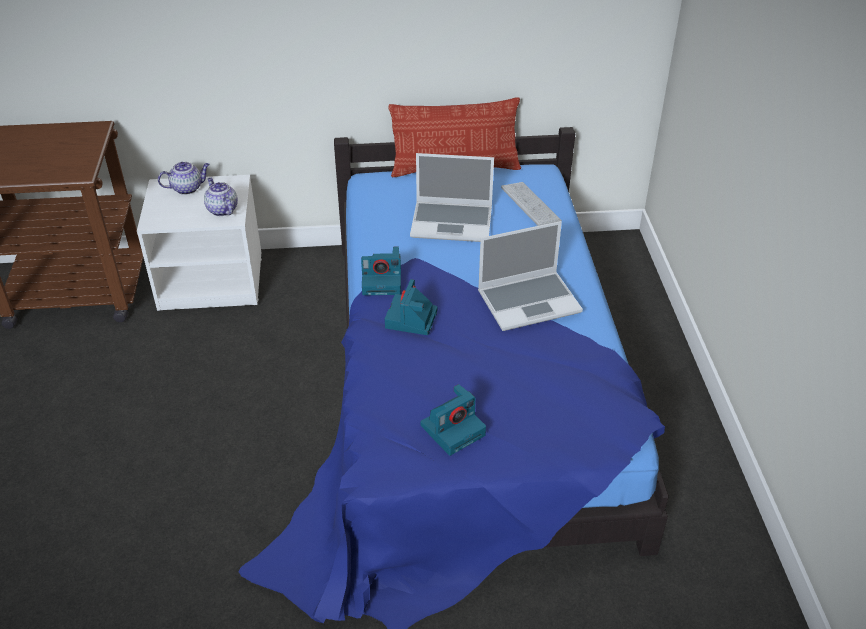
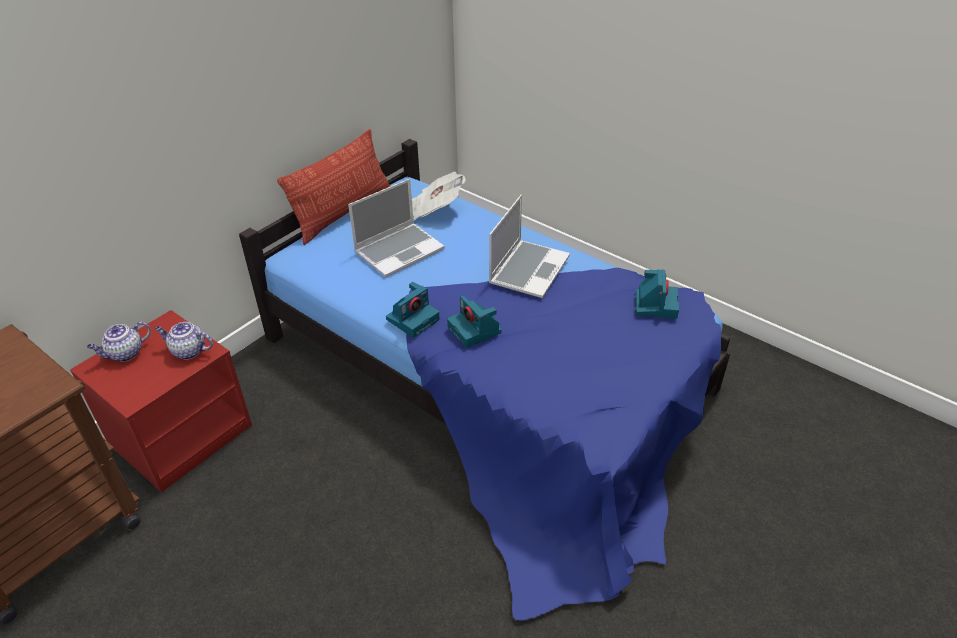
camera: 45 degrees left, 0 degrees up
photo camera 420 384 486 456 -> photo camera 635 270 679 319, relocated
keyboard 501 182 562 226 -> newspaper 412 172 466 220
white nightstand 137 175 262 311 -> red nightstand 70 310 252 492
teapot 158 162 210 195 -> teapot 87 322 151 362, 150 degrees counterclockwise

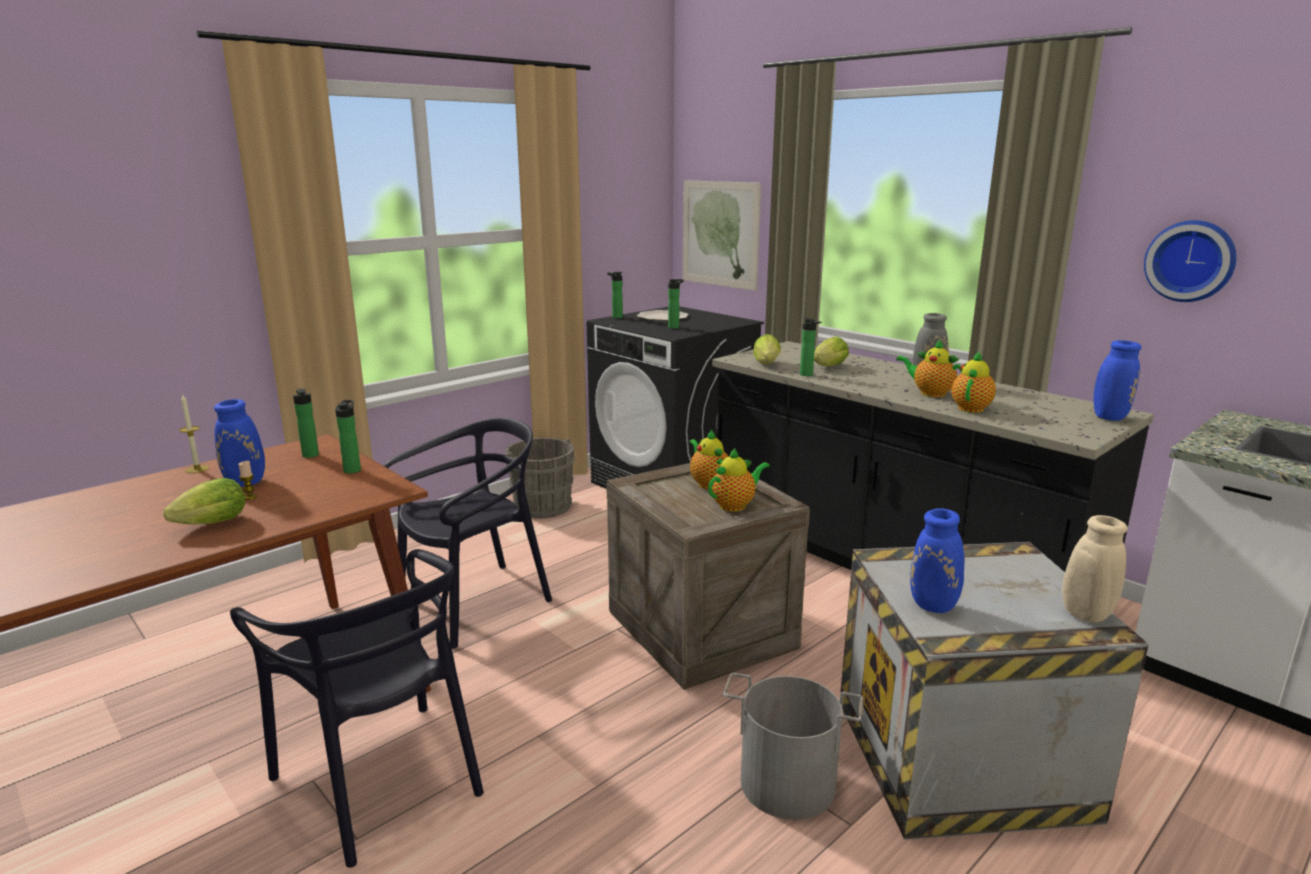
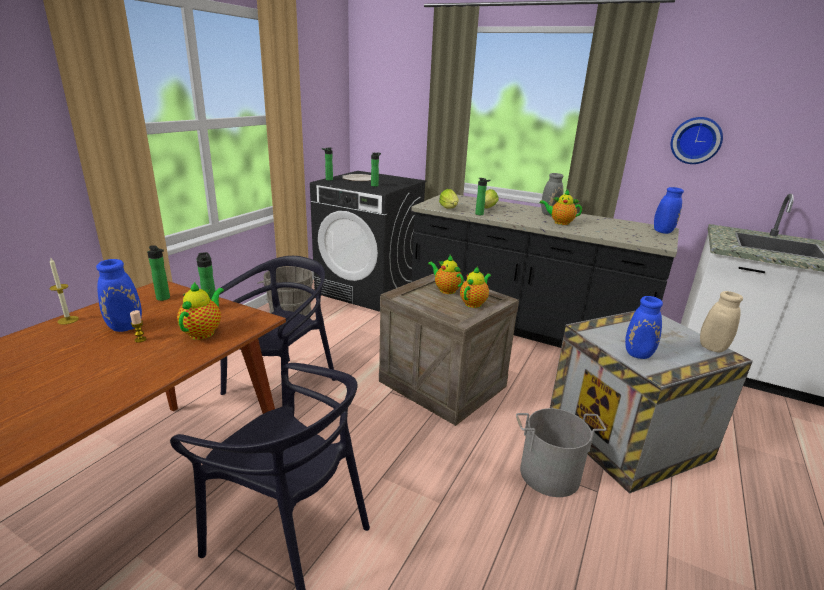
camera: 20 degrees left, 5 degrees up
lettuce 163 478 245 525 -> none
picture 683 180 761 291 -> none
teapot 952 351 996 413 -> teapot 177 282 224 340, relocated

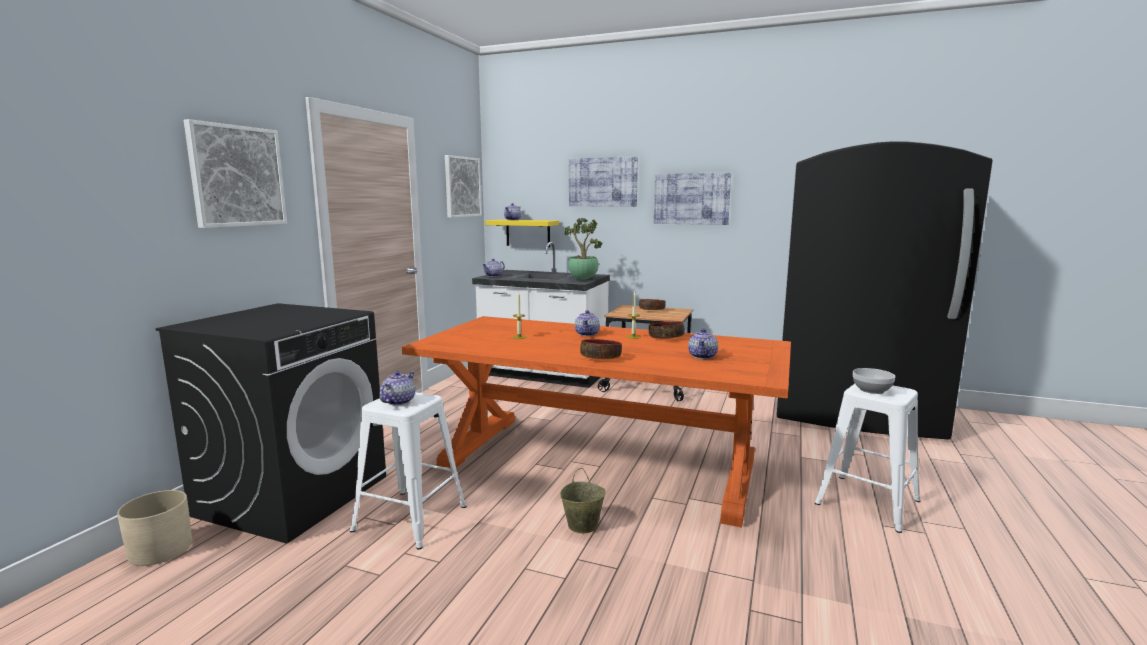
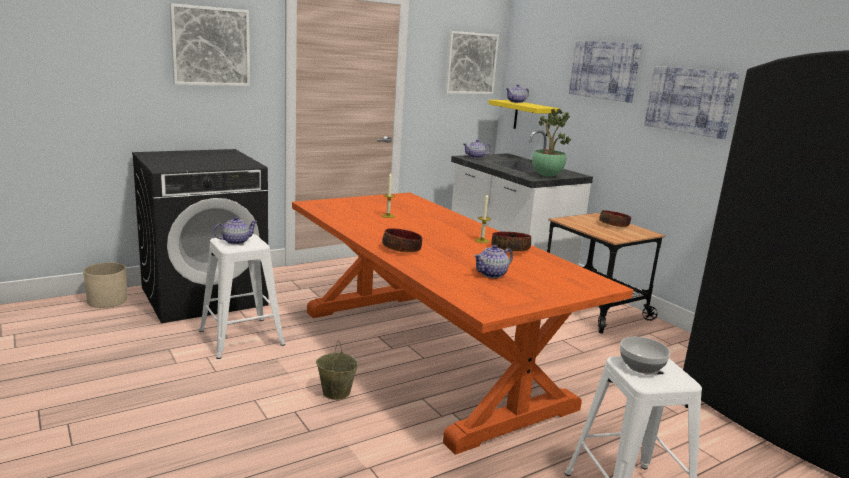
camera: 35 degrees right, 5 degrees up
teapot 575 310 600 336 -> none

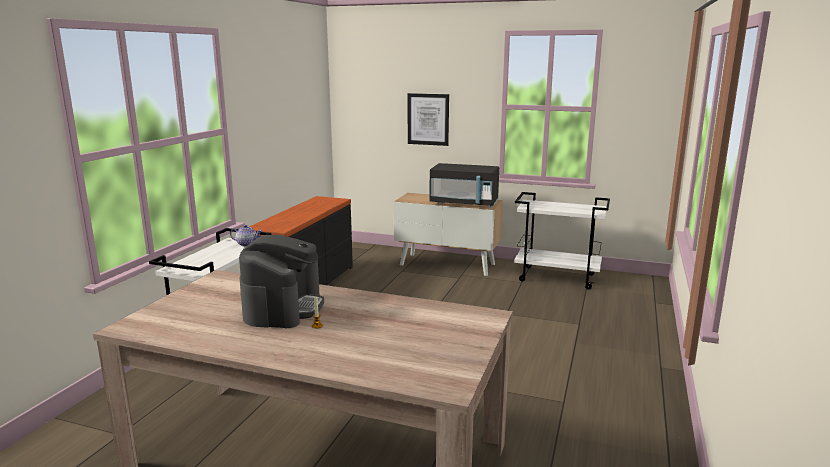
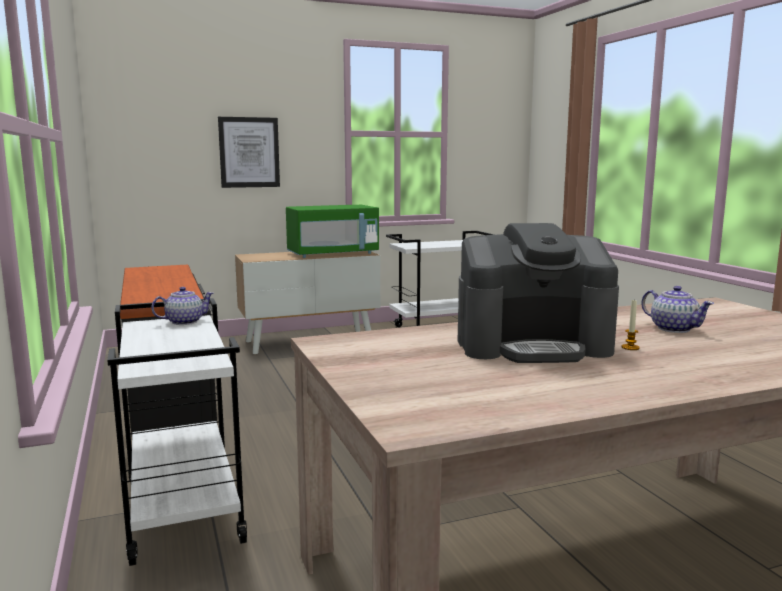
camera: 40 degrees left, 5 degrees down
none -> teapot 641 286 714 333
black microwave 429 163 499 207 -> green microwave 286 205 379 258
coffee machine 239 235 324 328 -> coffee machine 458 223 619 363, 120 degrees clockwise

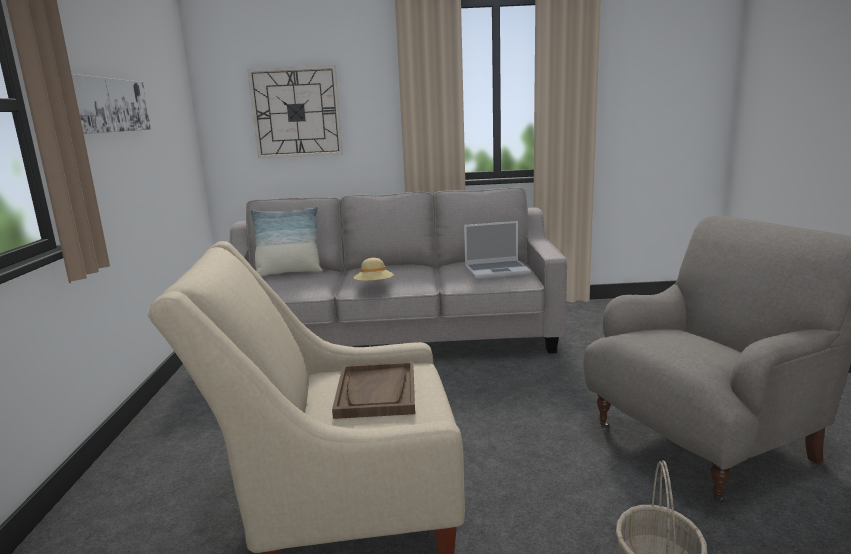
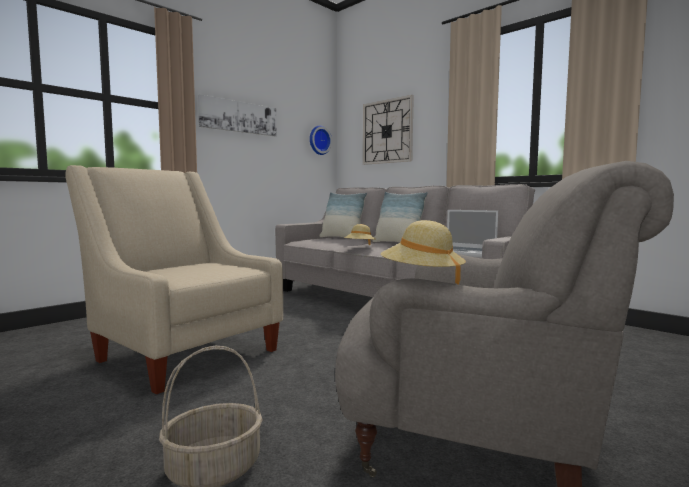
camera: 45 degrees right, 10 degrees down
brown tray 332 361 415 419 -> none
none -> wall clock 310 125 332 155
none -> pillow 373 192 428 242
none -> beige hat 381 220 466 284

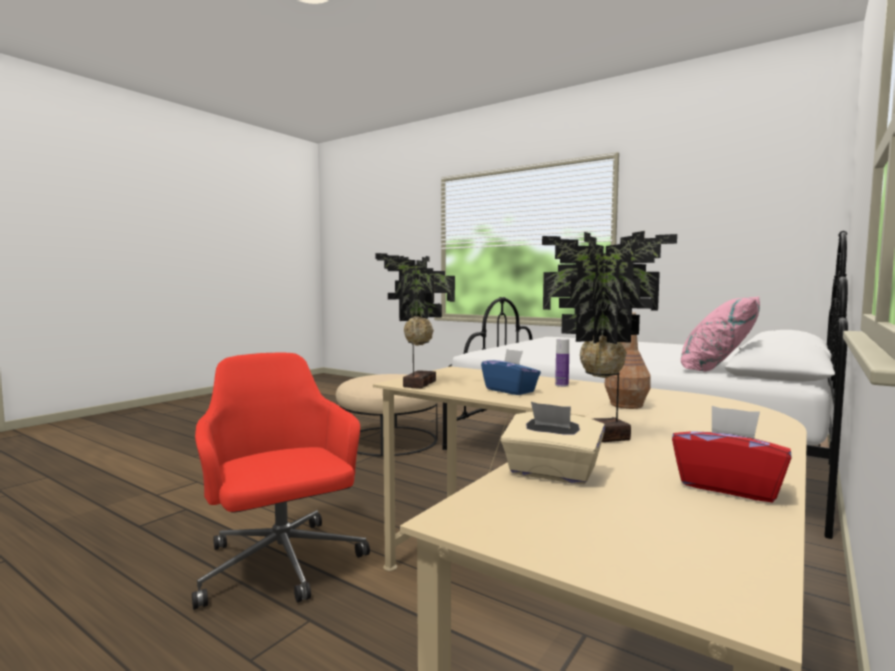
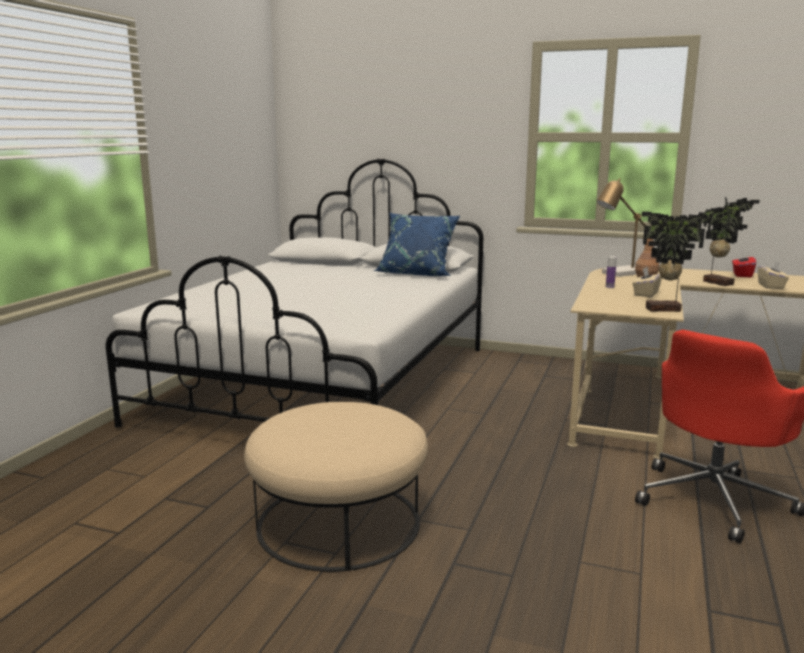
camera: 105 degrees left, 10 degrees up
none -> table lamp 597 178 646 277
blue tissue box 481 349 541 395 -> beige tissue box 632 267 662 297
pink pillow 681 296 760 372 -> blue pillow 374 213 460 276

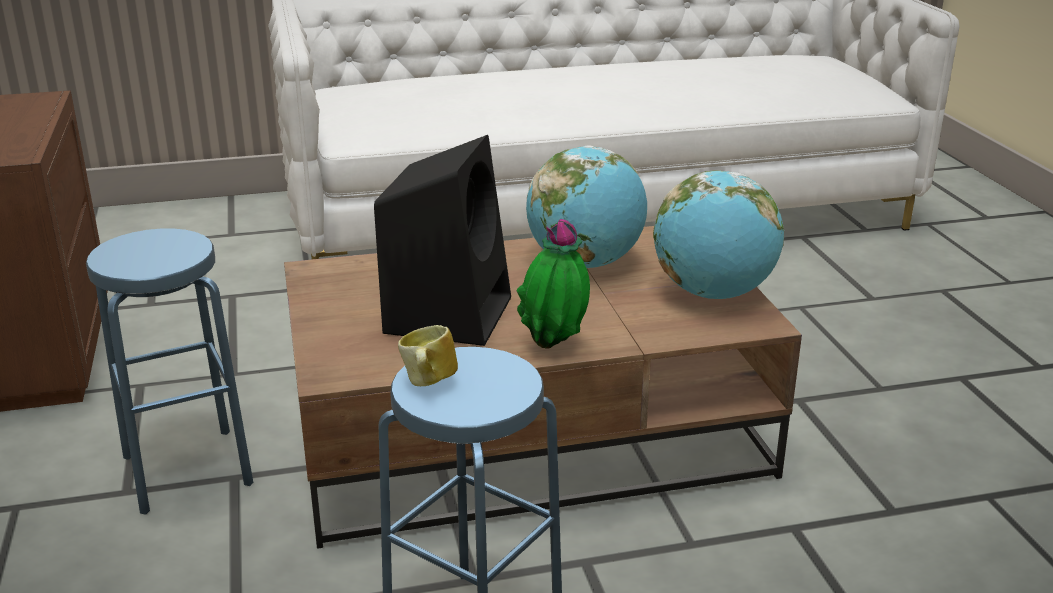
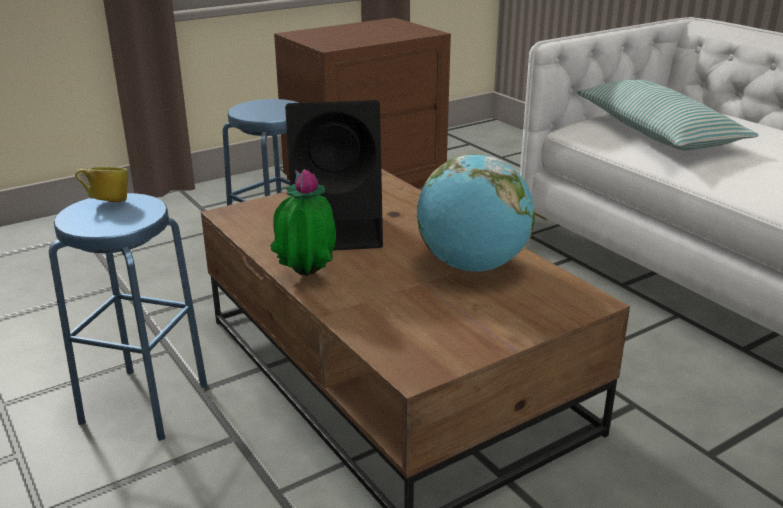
camera: 70 degrees right, 0 degrees up
globe 653 170 784 299 -> none
none -> pillow 577 79 758 151

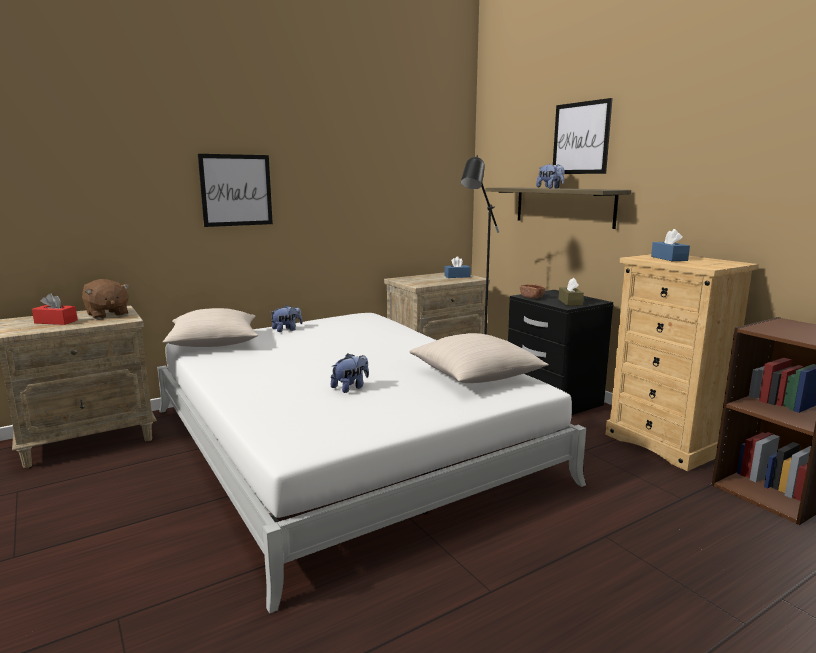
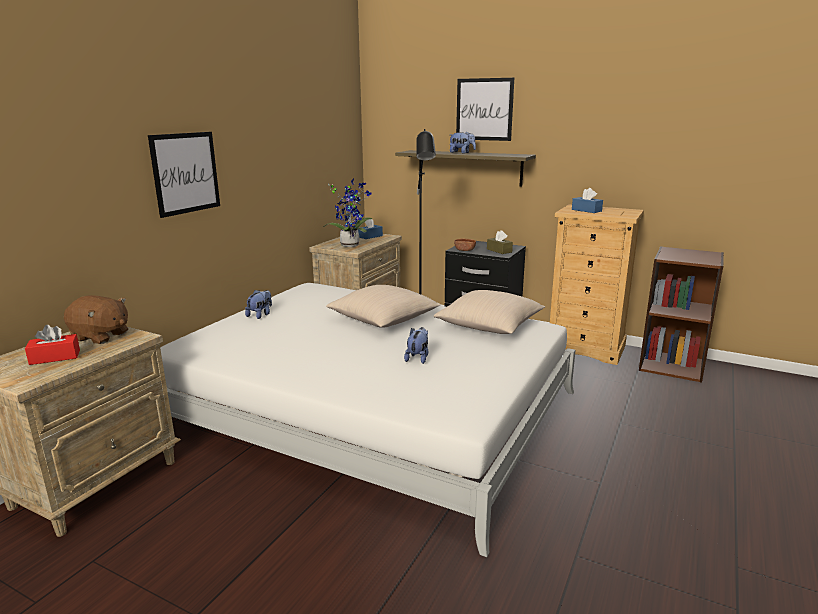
camera: 30 degrees left, 5 degrees up
none -> potted plant 323 179 372 247
beige pillow 163 308 258 347 -> beige pillow 326 285 441 328, relocated

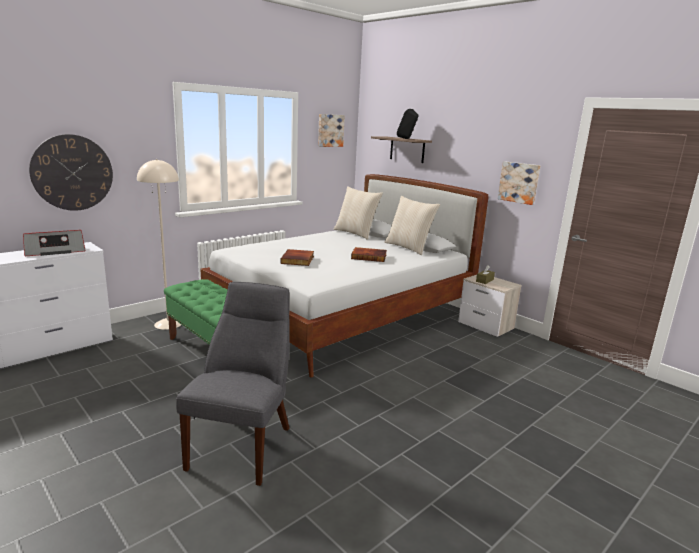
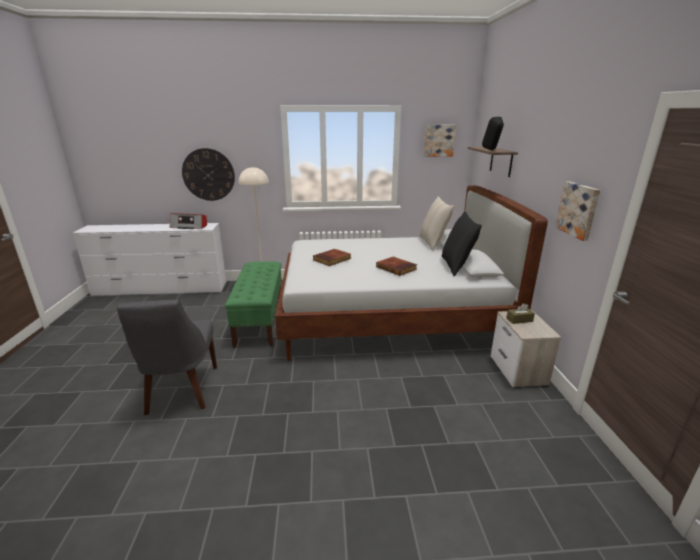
camera: 40 degrees right, 5 degrees up
beige pillow 384 196 440 255 -> black pillow 441 211 482 277
grey chair 176 282 290 486 -> grey chair 117 300 217 415, 120 degrees clockwise

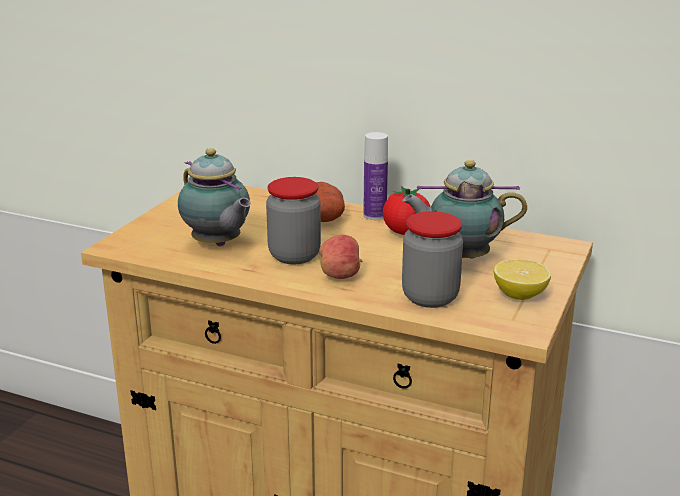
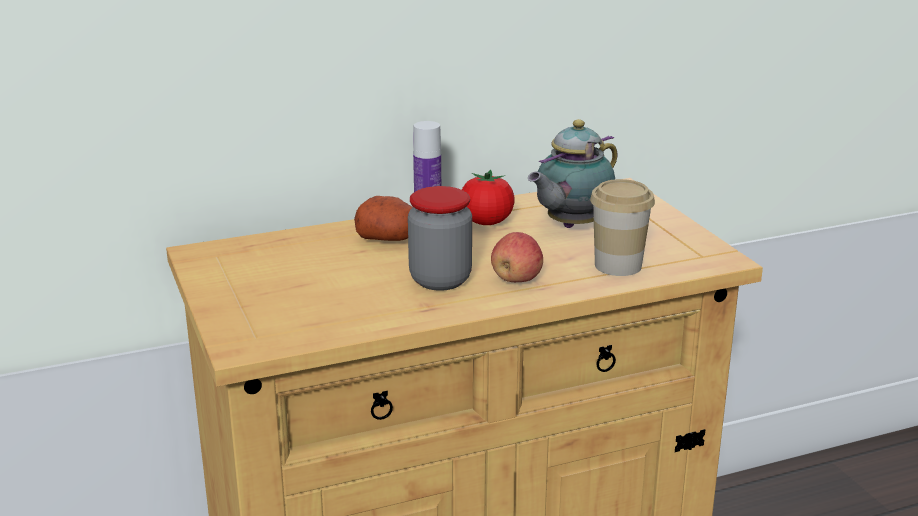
camera: 45 degrees left, 0 degrees up
teapot 178 148 251 246 -> none
lemon 494 259 551 300 -> none
jar 402 211 463 308 -> cup 590 179 655 276

